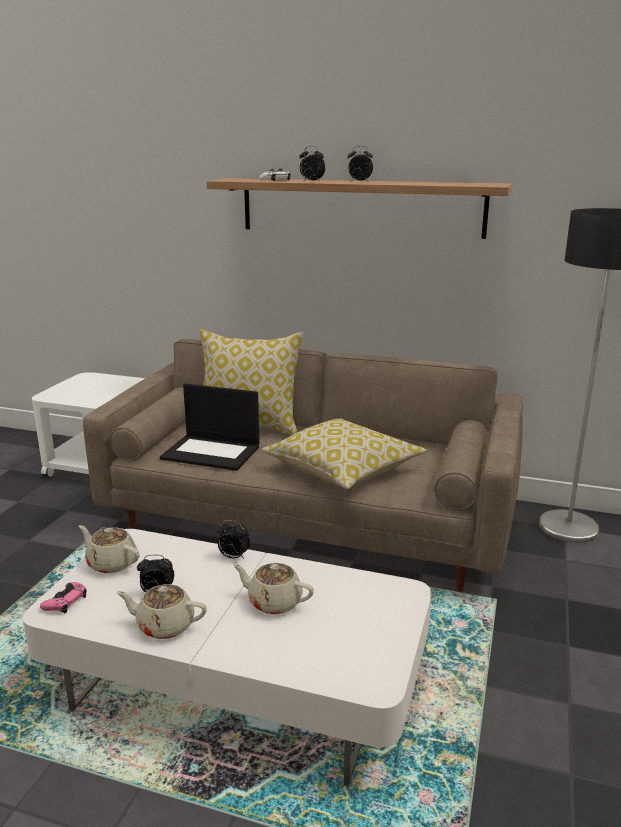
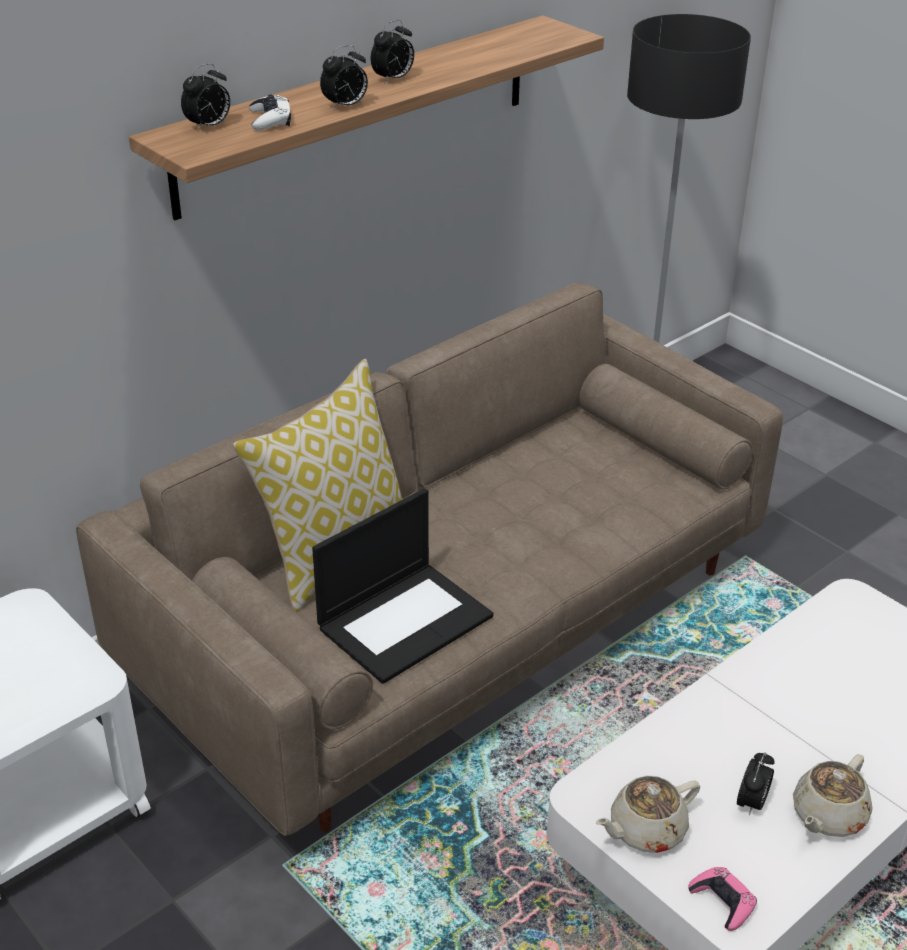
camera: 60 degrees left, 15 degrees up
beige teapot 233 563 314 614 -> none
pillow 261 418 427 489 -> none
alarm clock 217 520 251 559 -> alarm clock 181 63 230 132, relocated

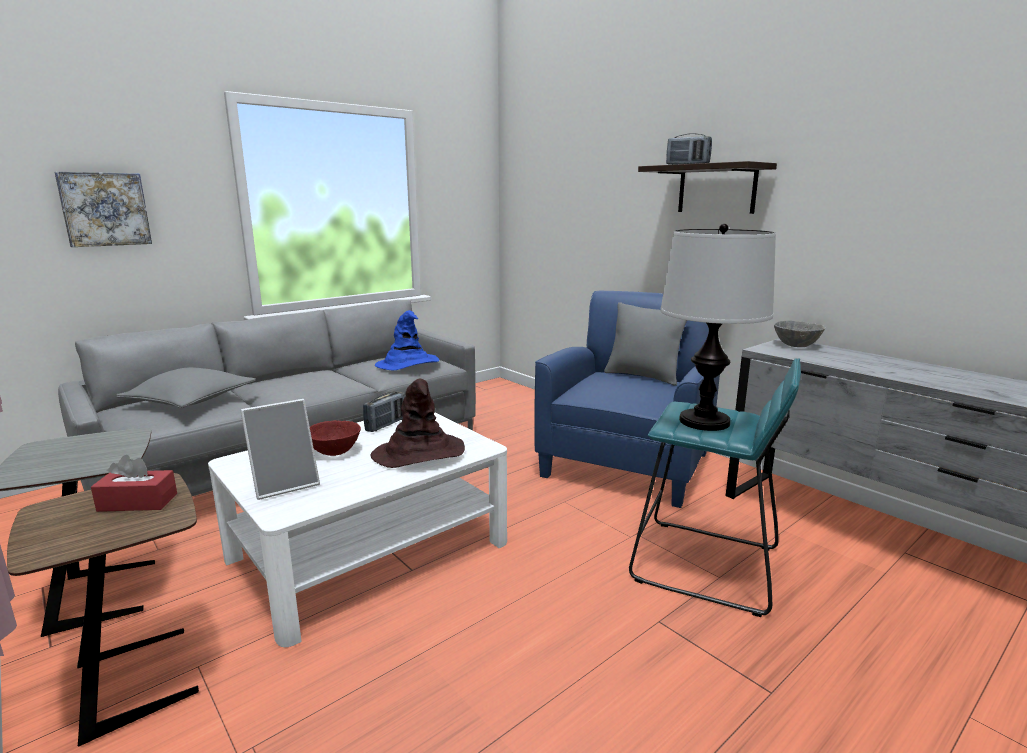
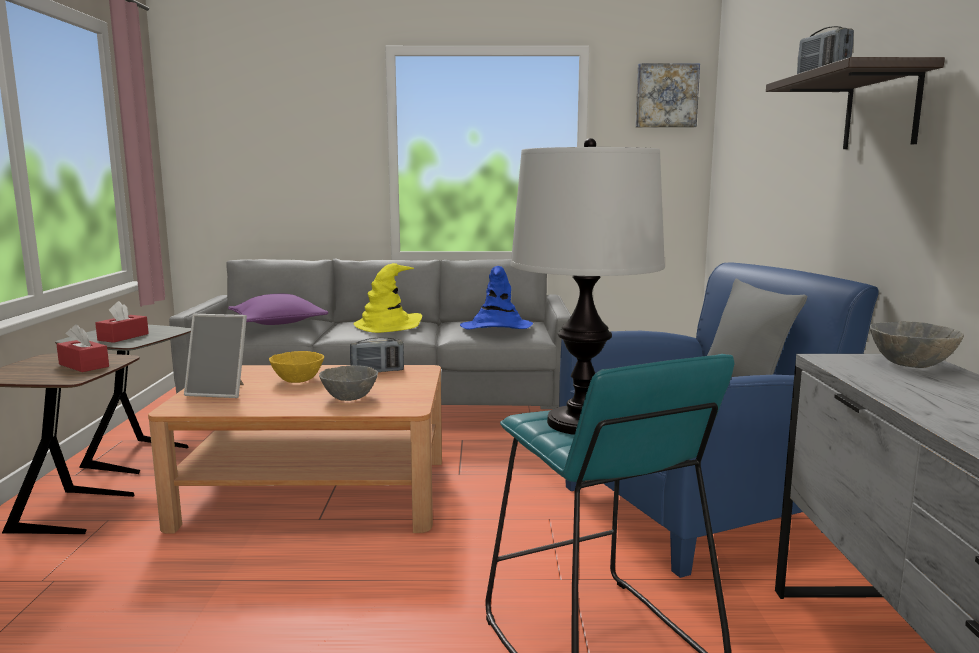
camera: 40 degrees right, 5 degrees down
none -> red tissue box 95 301 149 343
none -> yellow hat 353 263 422 333
picture 55 172 152 247 -> picture 635 63 700 127, relocated
brown hat 371 379 465 468 -> grey bowl 319 365 378 401
grey pillow 116 367 256 408 -> purple pillow 228 294 329 325
white coffee table 208 412 507 647 -> brown coffee table 148 365 442 534
red bowl 310 420 361 456 -> yellow bowl 269 351 324 383

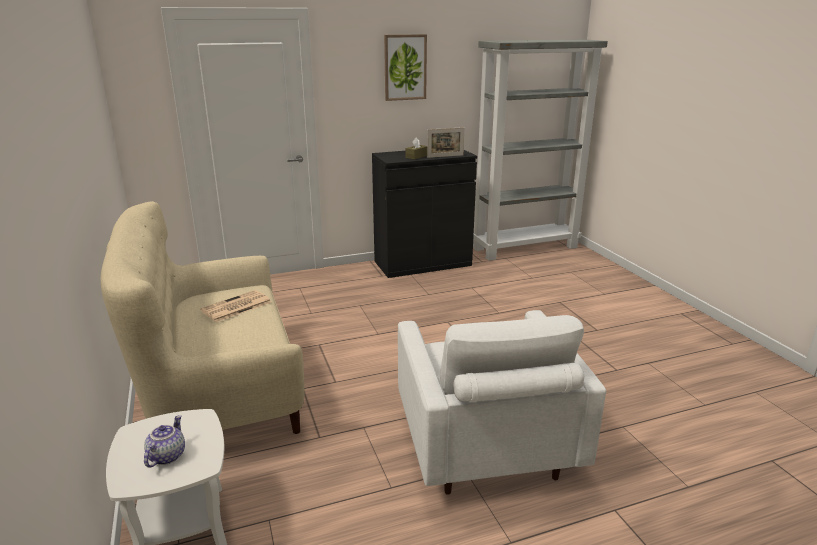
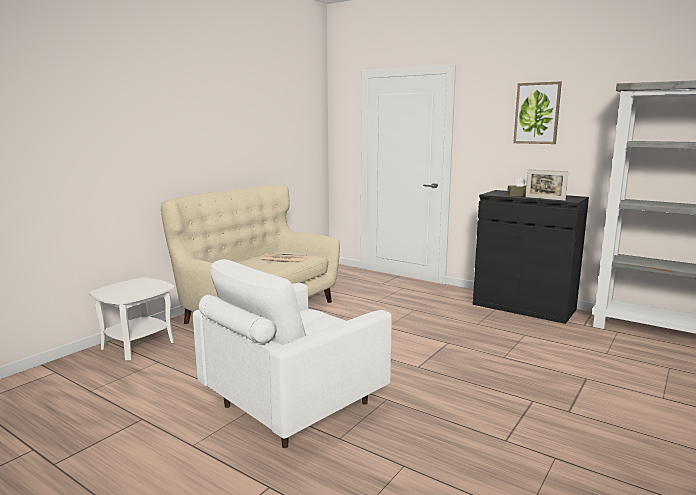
camera: 55 degrees right, 10 degrees down
teapot 144 415 185 468 -> none

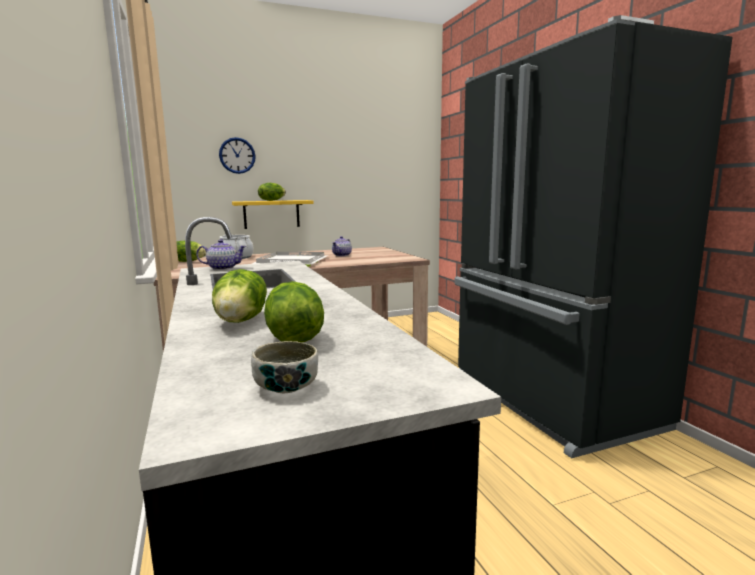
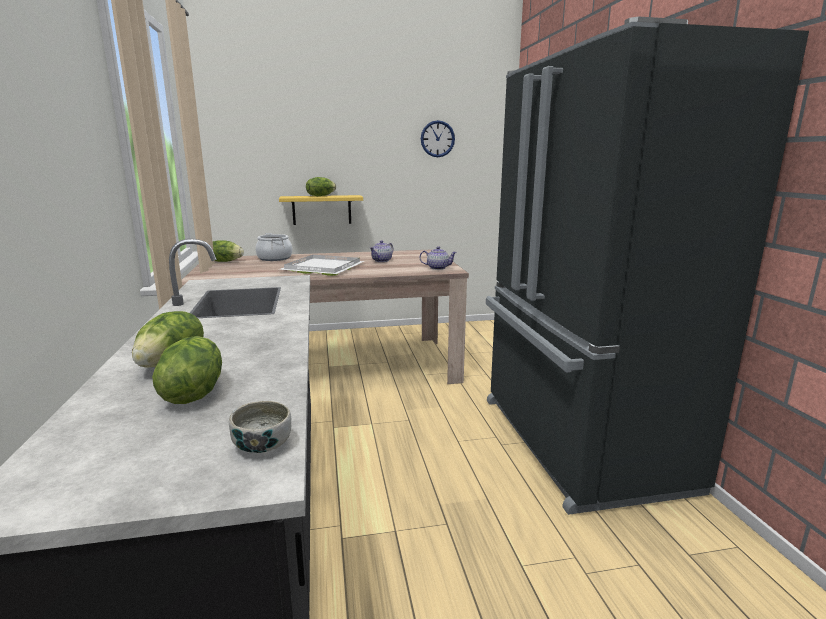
camera: 10 degrees right, 5 degrees up
teapot 196 239 247 270 -> teapot 420 246 457 270, relocated
wall clock 219 137 256 174 -> wall clock 421 120 455 157, relocated
bowl 251 341 318 393 -> bowl 229 401 291 453, relocated

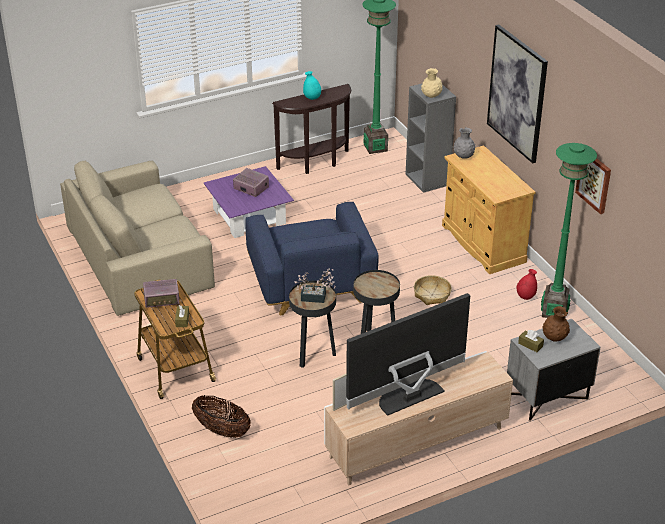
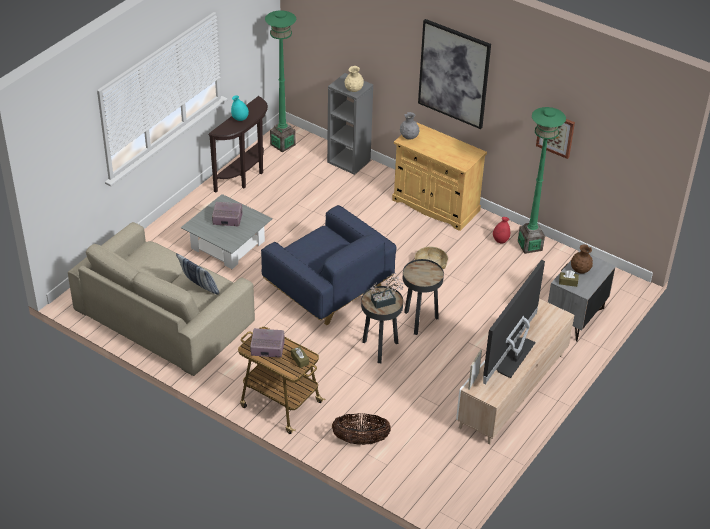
camera: 30 degrees left, 5 degrees up
none -> pillow 176 253 219 295
purple coffee table 204 166 294 238 -> grey coffee table 181 194 273 269
radio 143 279 179 308 -> radio 250 328 285 358, 135 degrees counterclockwise

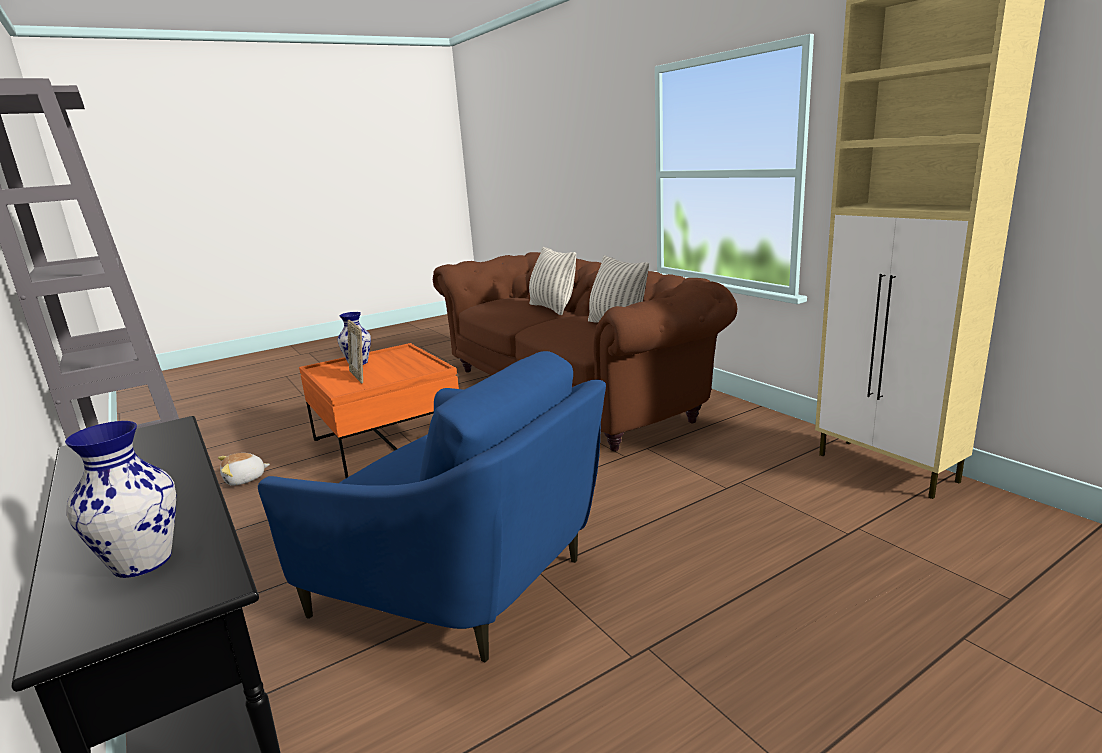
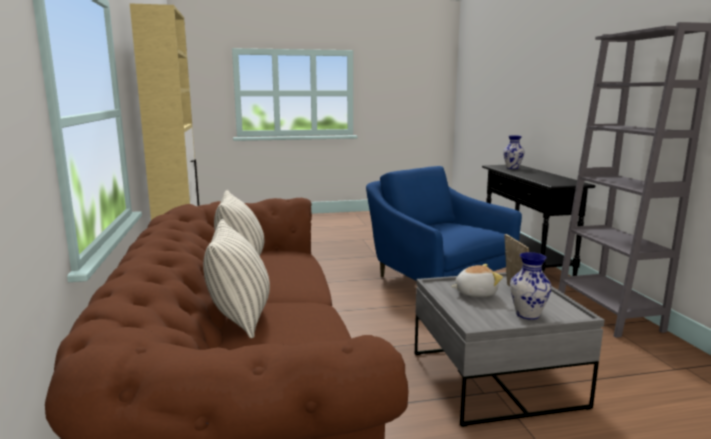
camera: 160 degrees left, 5 degrees down
plush toy 218 453 270 485 -> plush toy 451 264 503 297, relocated
orange coffee table 299 343 459 478 -> grey coffee table 415 272 604 427

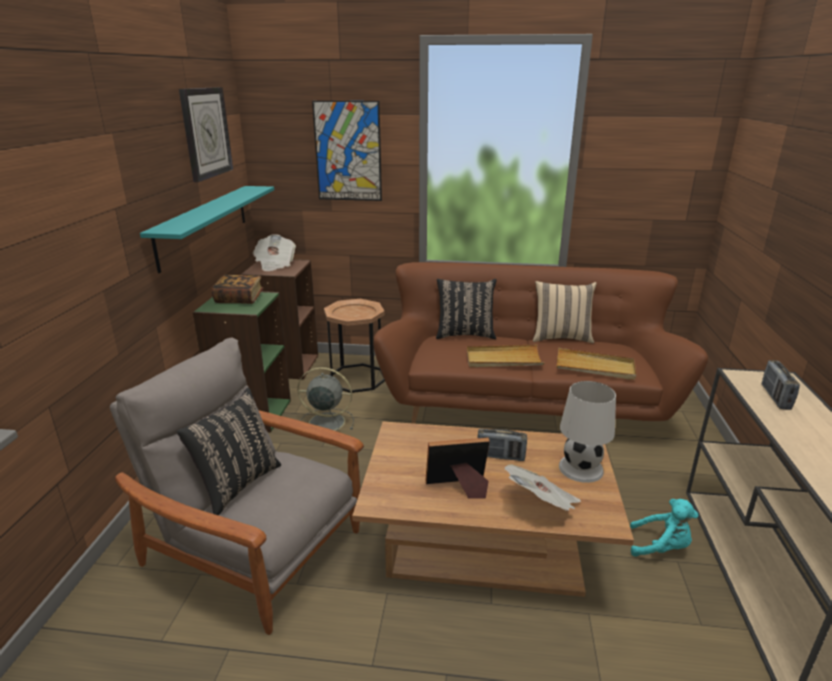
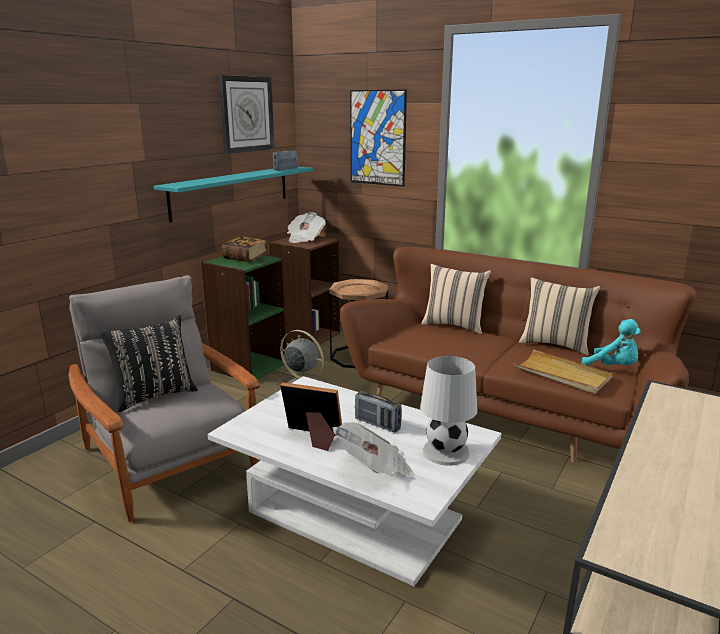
camera: 25 degrees right, 5 degrees down
beige tray 467 345 544 367 -> none
turquoise plush toy 630 499 699 556 -> turquoise plush toy 582 319 641 366, relocated
radio 762 360 800 410 -> radio 273 149 298 170, relocated
brown coffee table 352 421 634 597 -> white coffee table 208 376 501 586
black pillow 436 279 497 339 -> beige pillow 421 264 491 334

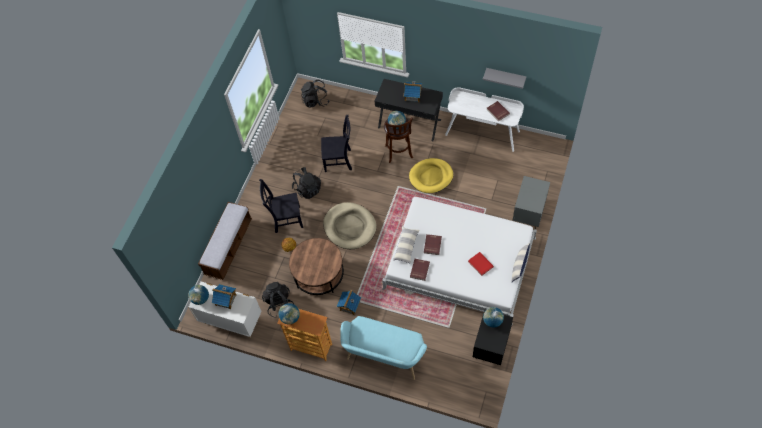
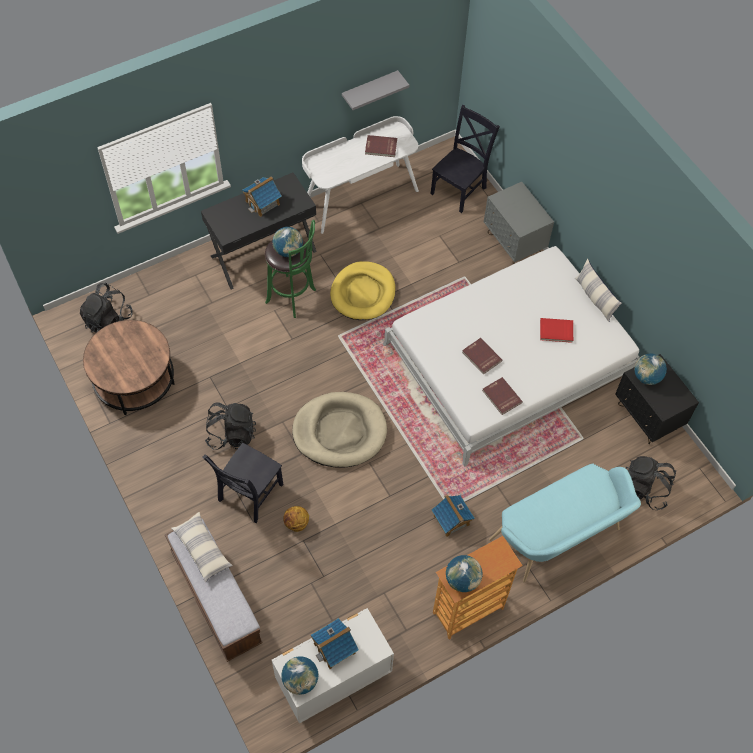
camera: 55 degrees left, 0 degrees up
black backpack 262 282 294 318 -> black backpack 626 456 676 510, relocated
brown coffee table 289 238 344 295 -> brown coffee table 83 320 175 415, relocated
black chair 321 115 352 172 -> black chair 430 105 500 213, relocated
pillow 393 227 420 264 -> pillow 171 512 233 582, relocated
brown stool 384 117 413 163 -> green stool 265 220 316 318

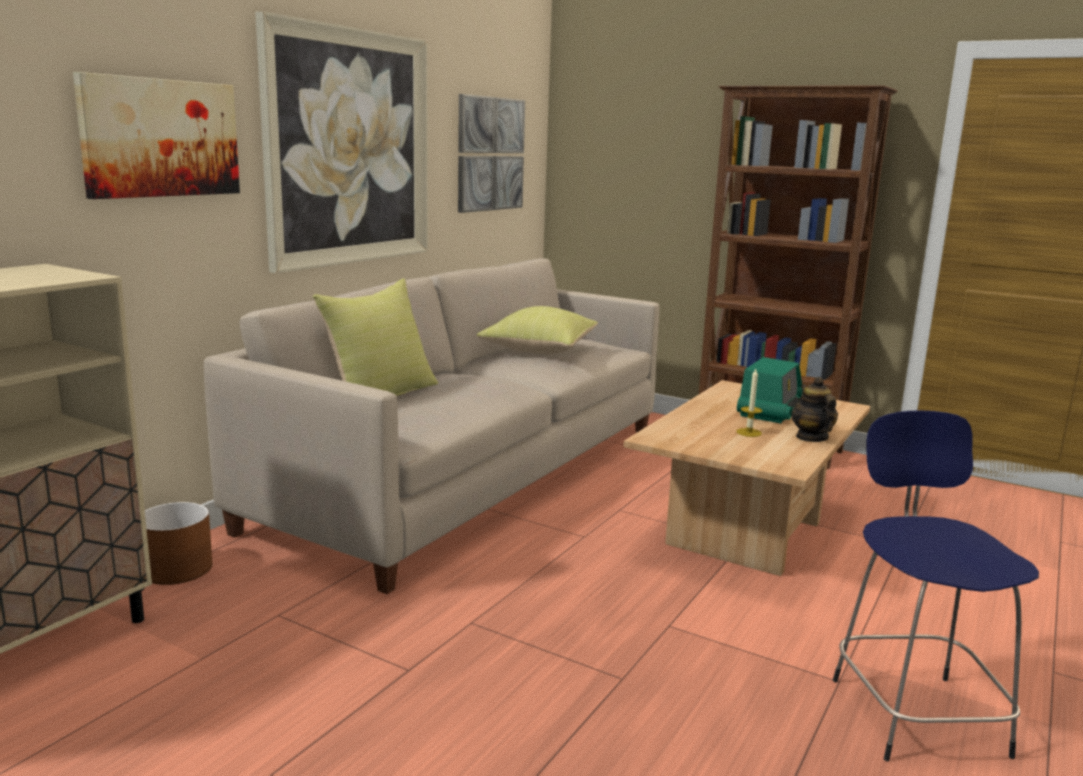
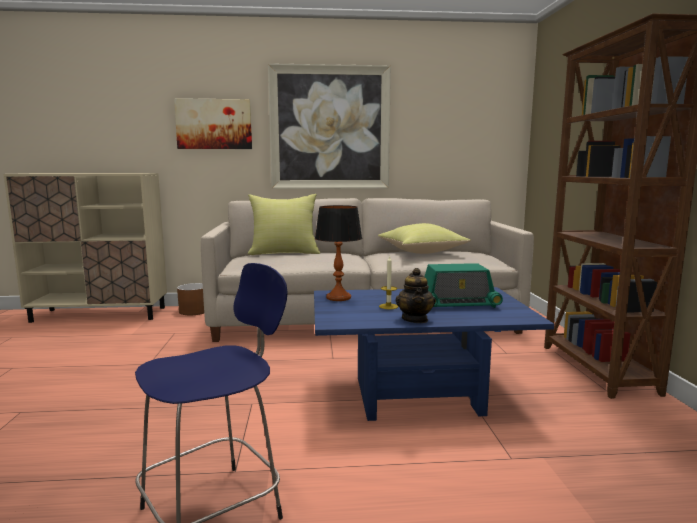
camera: 55 degrees right, 5 degrees down
picture 458 94 525 213 -> none
none -> table lamp 315 205 362 301
beige coffee table 623 380 871 576 -> blue coffee table 314 287 554 421
teapot 791 377 838 442 -> teapot 395 268 436 323, 135 degrees clockwise

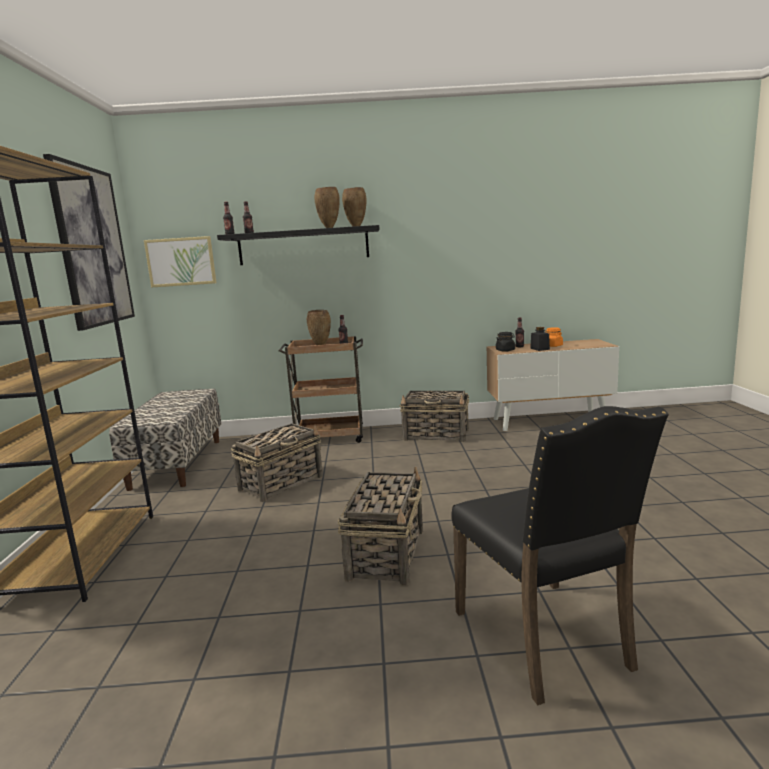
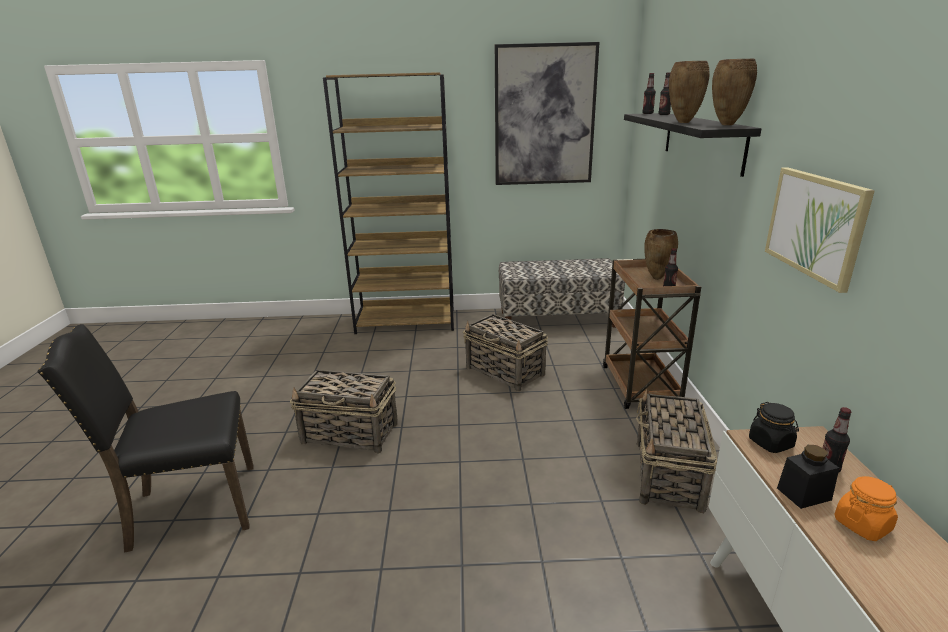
camera: 90 degrees right, 10 degrees up
picture 144 236 217 288 -> picture 765 167 875 293, relocated

